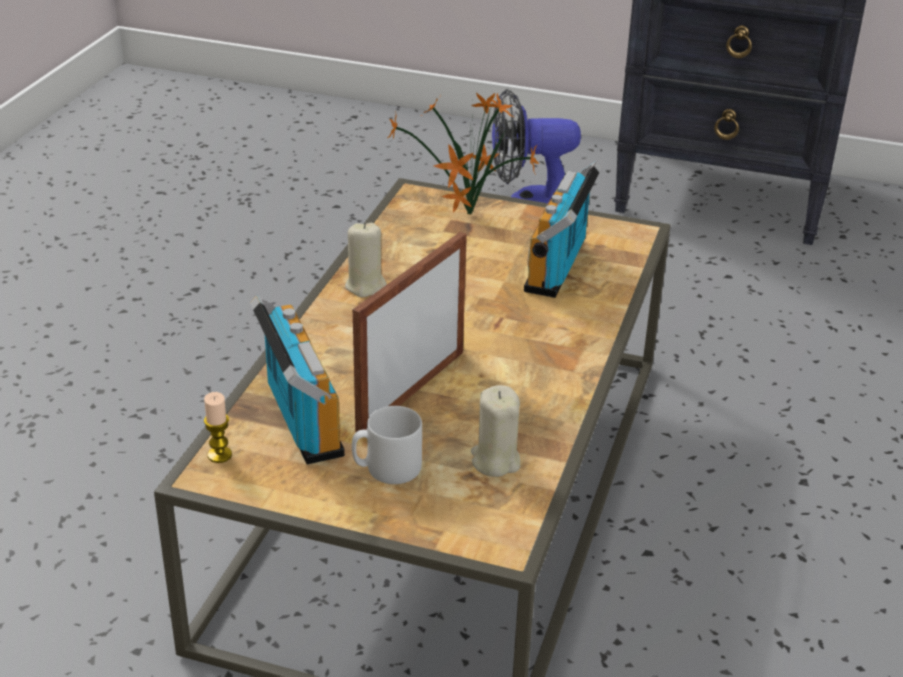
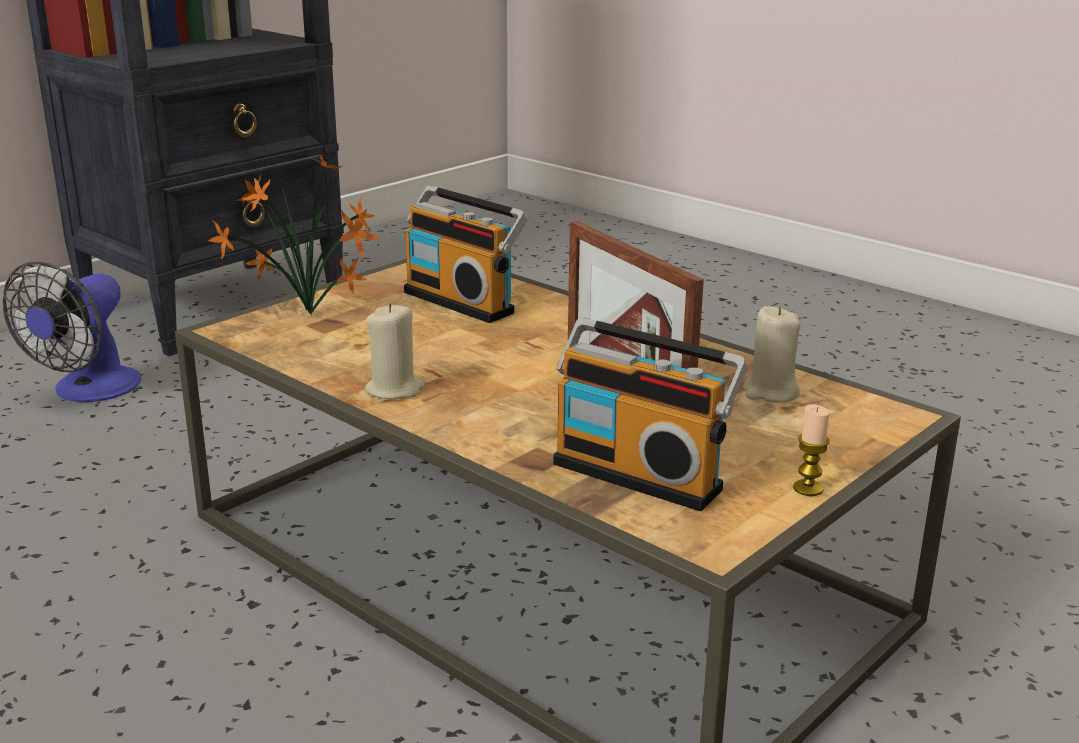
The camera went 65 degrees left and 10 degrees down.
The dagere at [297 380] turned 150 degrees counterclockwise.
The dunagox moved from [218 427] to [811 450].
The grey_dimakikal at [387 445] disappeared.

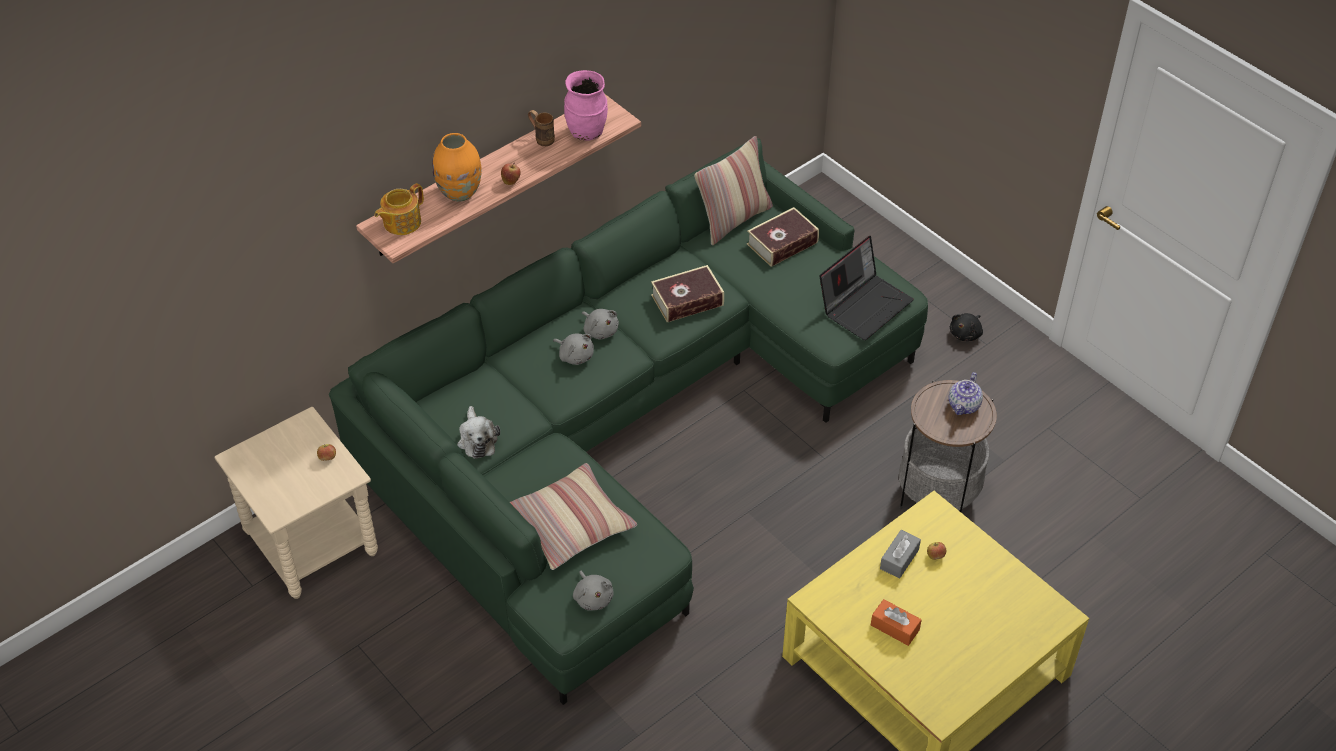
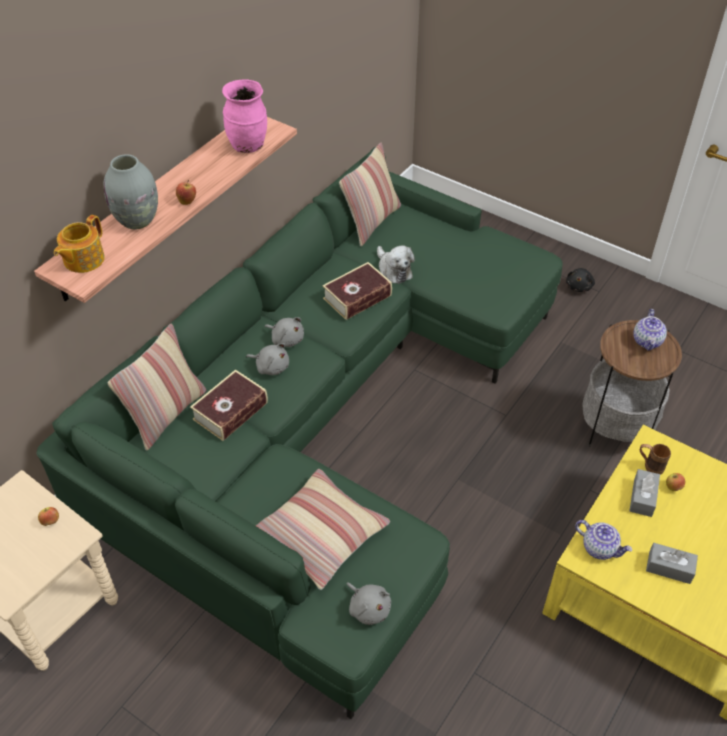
The camera went 15 degrees left and 0 degrees up.
The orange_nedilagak at [457 167] became the grey_nedilagak at [130 191].
The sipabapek at [157 387] appeared.
The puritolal moved from [783 237] to [229 405].
The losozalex moved from [478 432] to [396 264].
The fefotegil at [603 540] appeared.
The brown_dimakikal moved from [541 128] to [655 459].
The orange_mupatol at [896 622] became the grey_mupatol at [672 563].
The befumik at [866 288] disappeared.

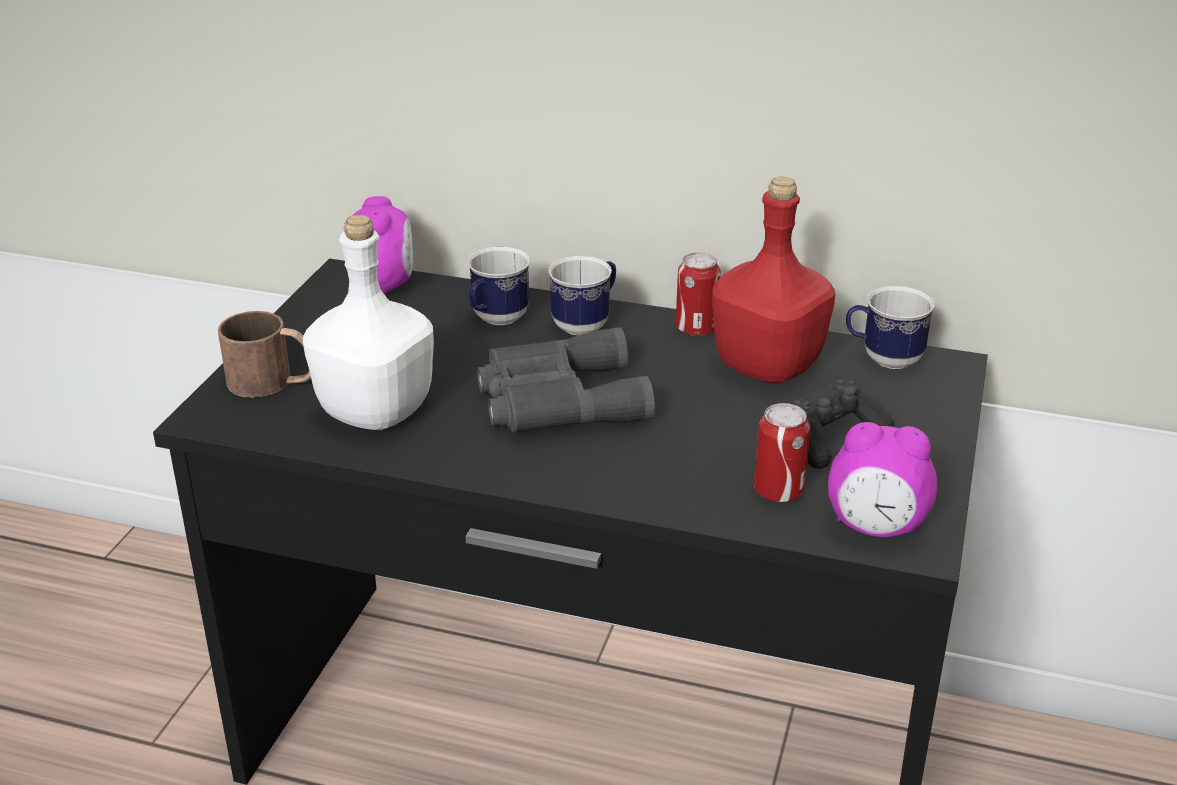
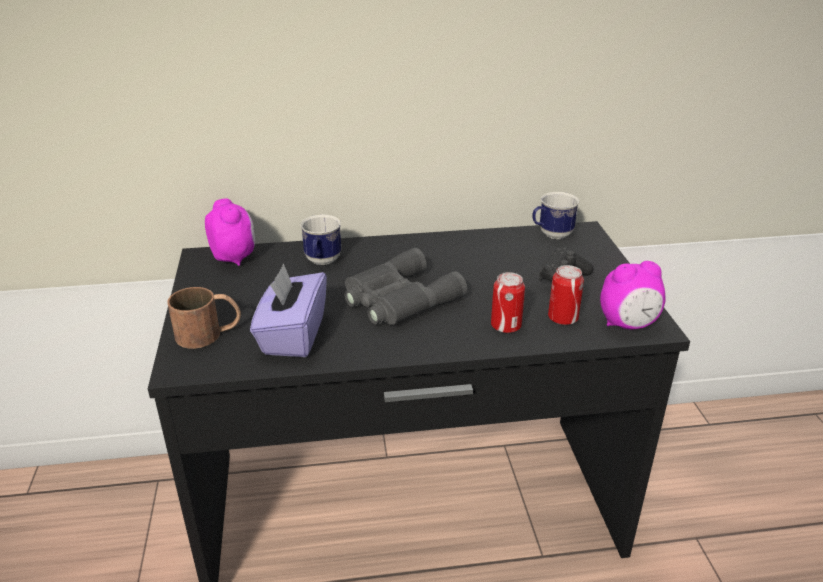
The camera went 25 degrees left and 0 degrees up.
The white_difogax at [368 322] was replaced by the purple_mupatol at [288 310].
The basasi moved from [698 294] to [508 302].
The dimakikal at [582 295] disappeared.
The red_difogax at [773 280] disappeared.

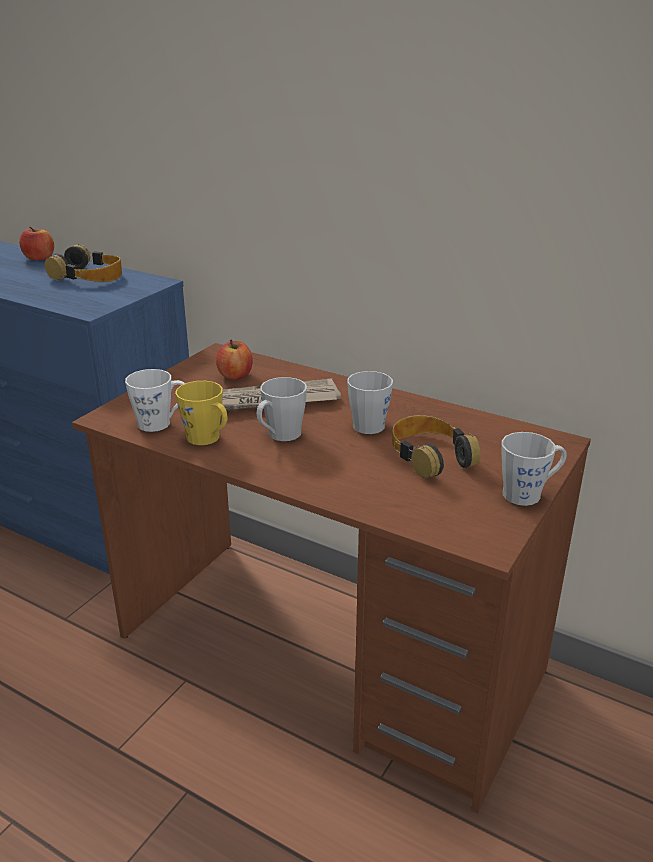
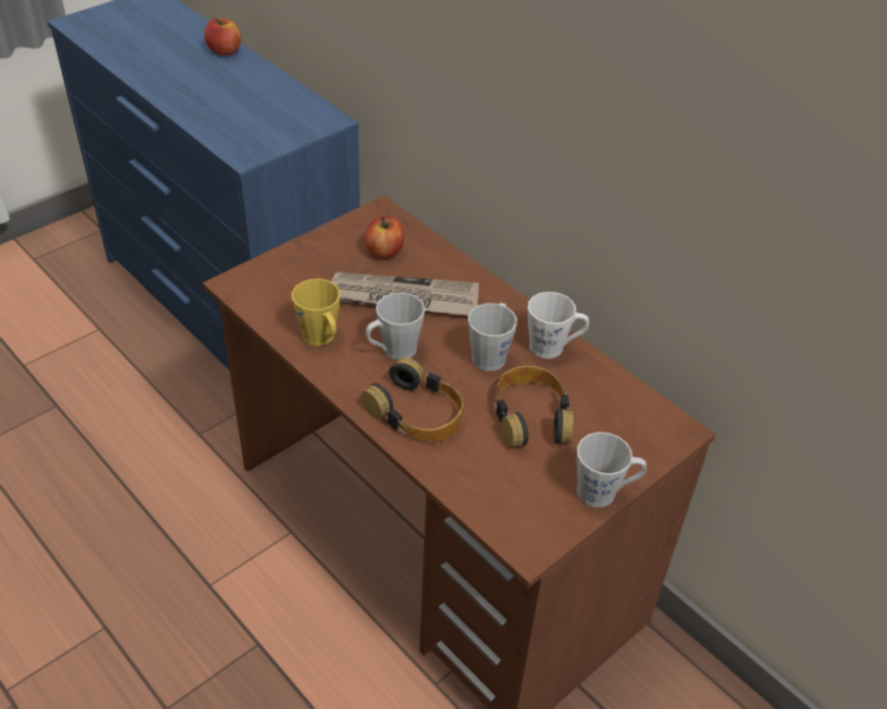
The camera went 15 degrees right and 15 degrees up.
The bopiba moved from [83 263] to [412 399].
The white_dimakikal moved from [155 400] to [558 325].

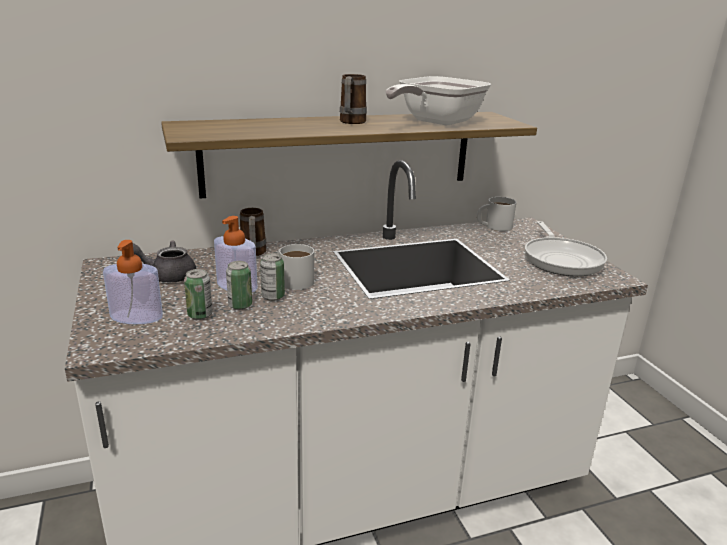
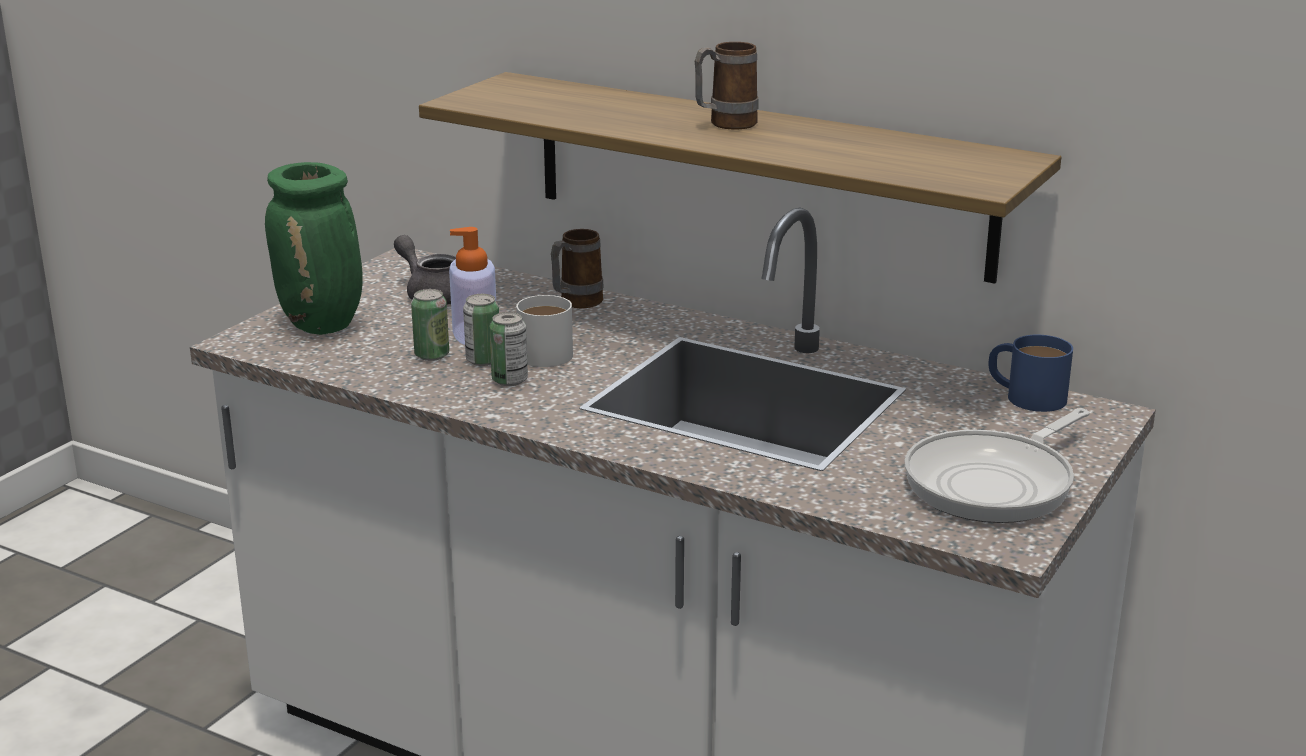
The camera went 50 degrees right and 0 degrees up.
The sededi at [133 282] was replaced by the green_nedilagak at [314 248].
The basasi moved from [198 294] to [508 349].
The white_dimakikal at [496 214] became the blue_dimakikal at [1031 373].
The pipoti at [438 100] disappeared.

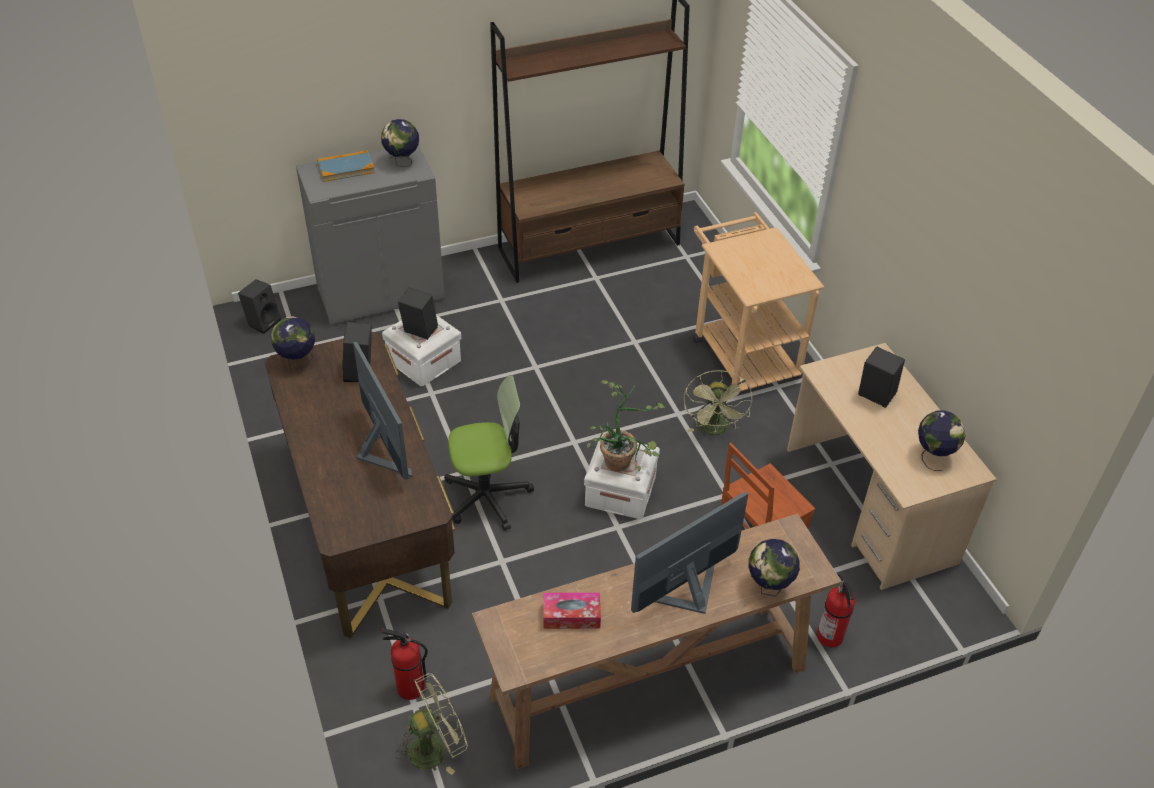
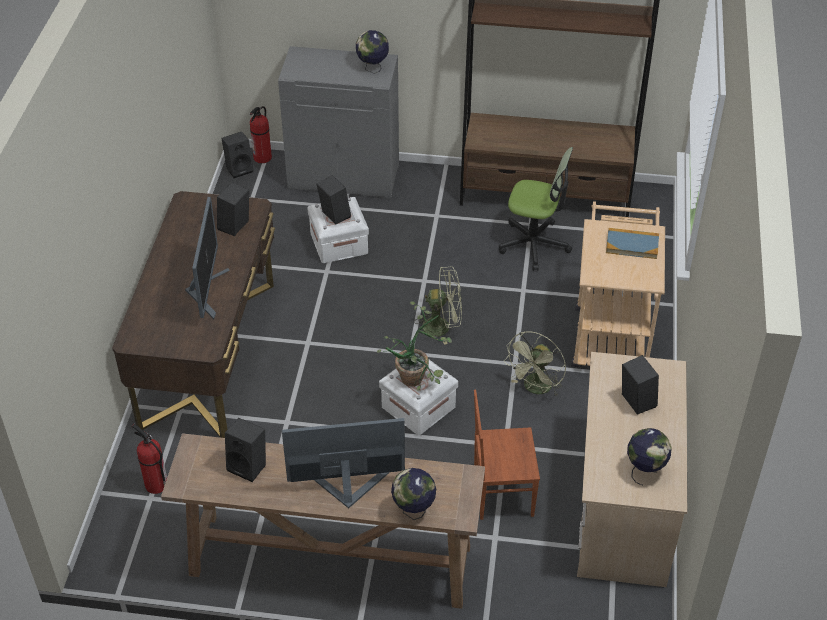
The camera went 30 degrees right and 0 degrees up.
The mupatol at [572 610] was replaced by the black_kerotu at [245 450].
The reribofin moved from [836 610] to [261 134].
The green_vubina moved from [431 724] to [438 306].
The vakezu moved from [489 453] to [536 209].
The puritolal moved from [346 166] to [632 243].
The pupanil at [293 342] disappeared.

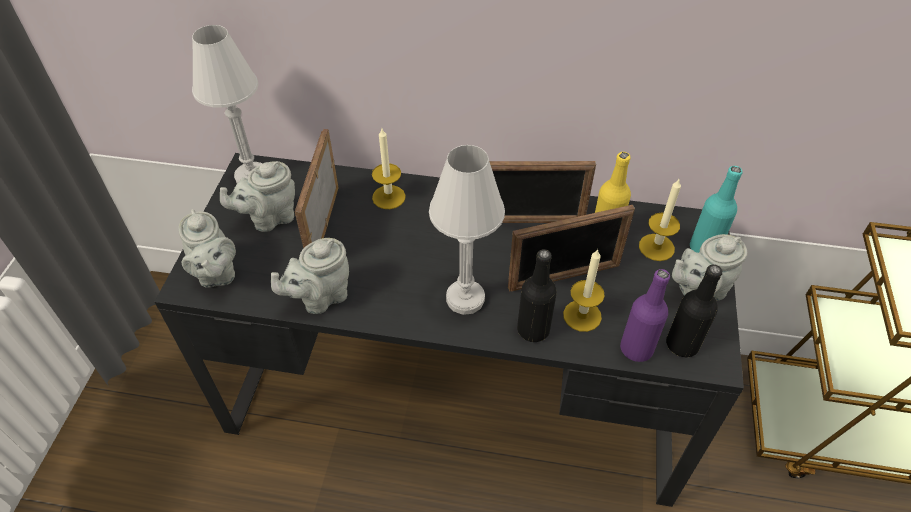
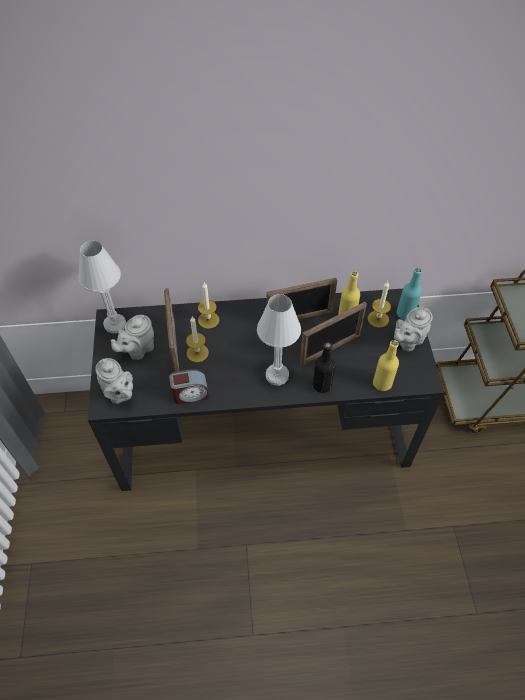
The camera went 15 degrees left and 5 degrees up.
The grey_fefotegil at [310 276] was replaced by the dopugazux at [189 386].
The dunagox moved from [584 290] to [197 339].
The purple_difogax at [645 315] became the yellow_difogax at [386 365].
The black_difogax at [694 311] disappeared.

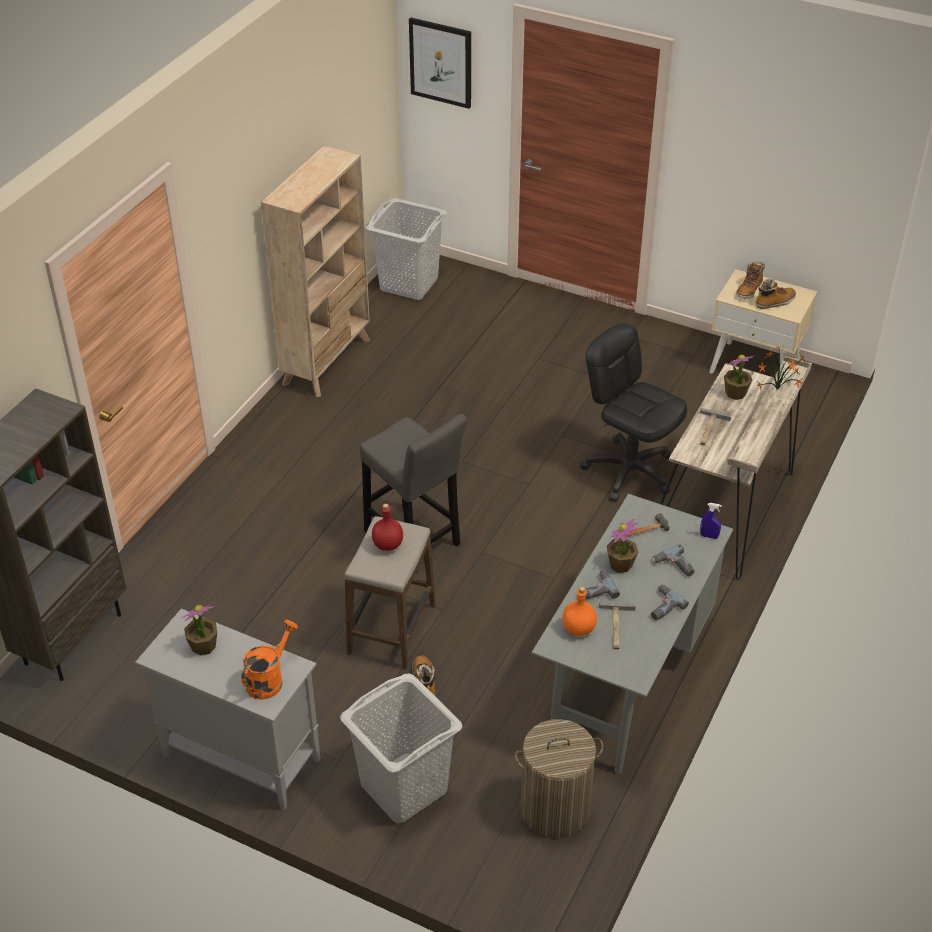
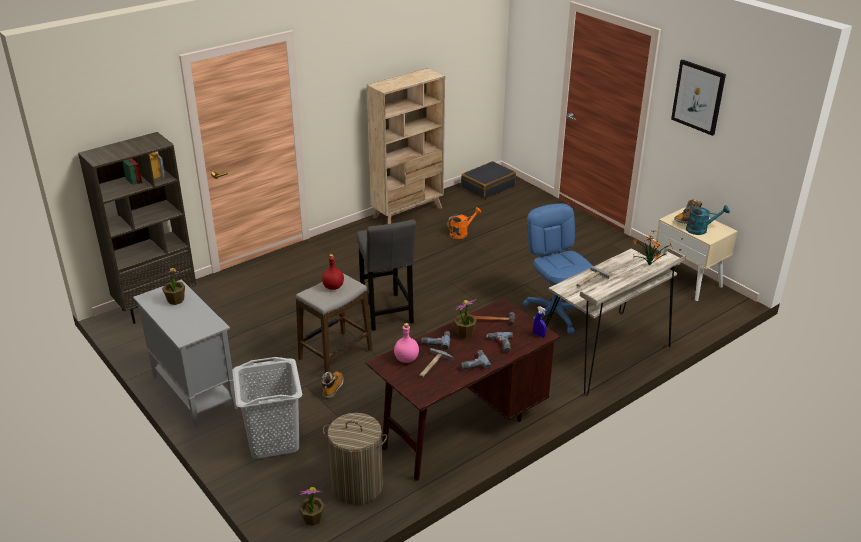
The camera went 25 degrees right and 10 degrees down.
The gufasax moved from [739 377] to [311 506].
The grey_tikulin at [632 634] became the brown_tikulin at [462 389].
The orange_difogax at [579 611] became the pink_difogax at [406 343].
The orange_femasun moved from [269 660] to [464 223].
The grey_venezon at [407 249] was replaced by the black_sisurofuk at [488 180].
The black_vakezu at [633 412] became the blue_vakezu at [558 268].
The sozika moved from [440 63] to [698 98].
The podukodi at [776 293] was replaced by the turquoise_femasun at [706 220].

